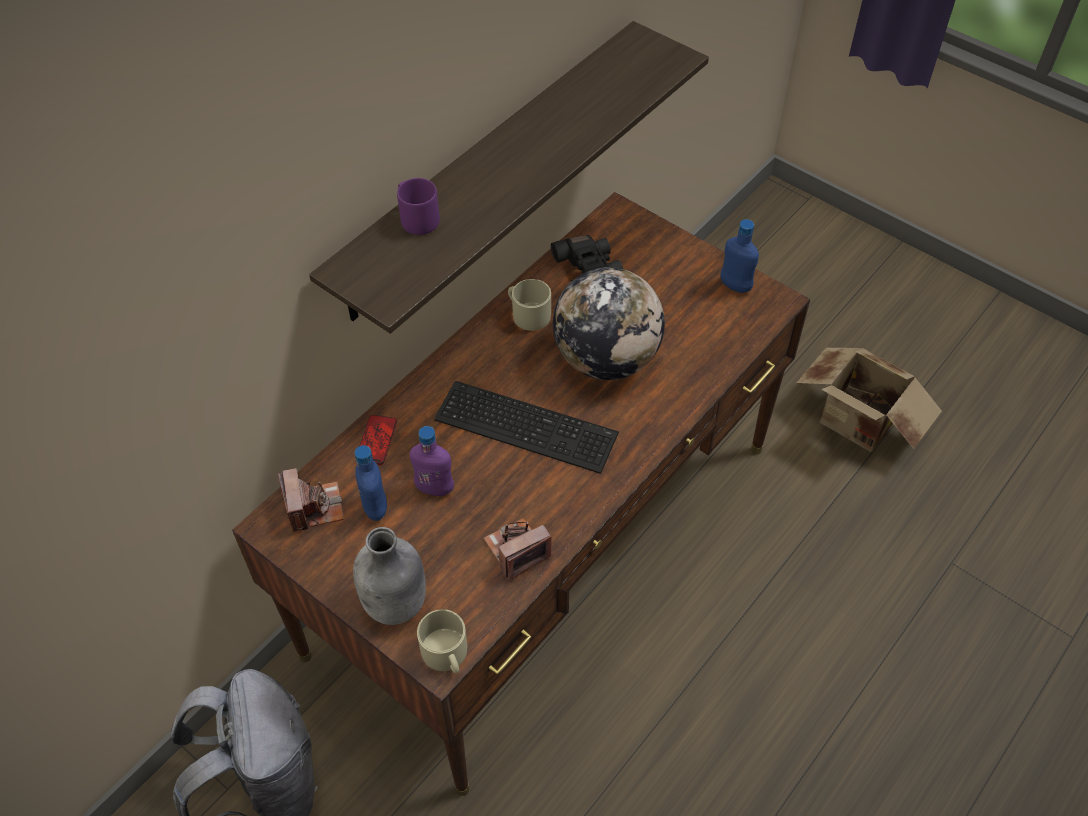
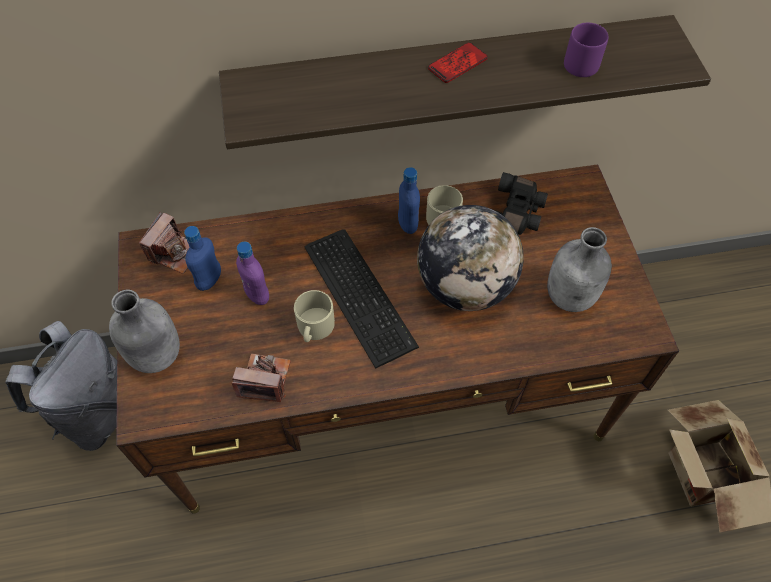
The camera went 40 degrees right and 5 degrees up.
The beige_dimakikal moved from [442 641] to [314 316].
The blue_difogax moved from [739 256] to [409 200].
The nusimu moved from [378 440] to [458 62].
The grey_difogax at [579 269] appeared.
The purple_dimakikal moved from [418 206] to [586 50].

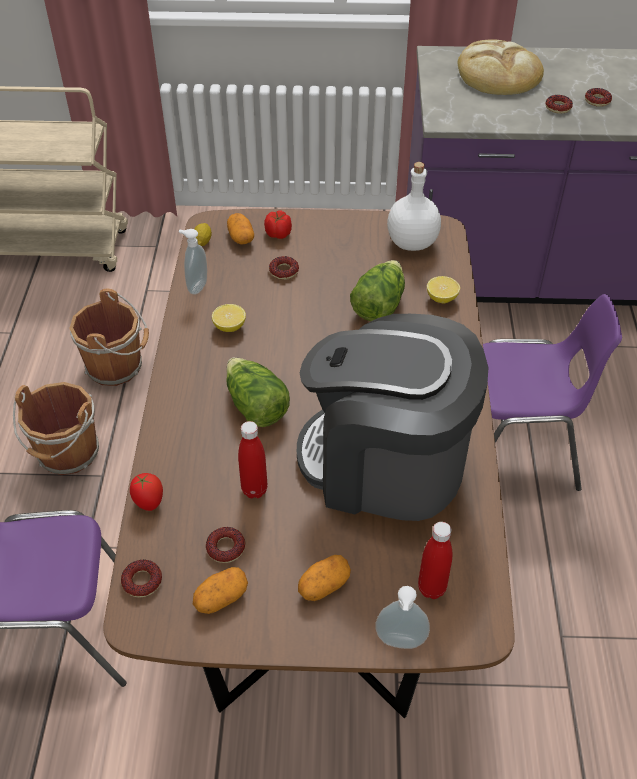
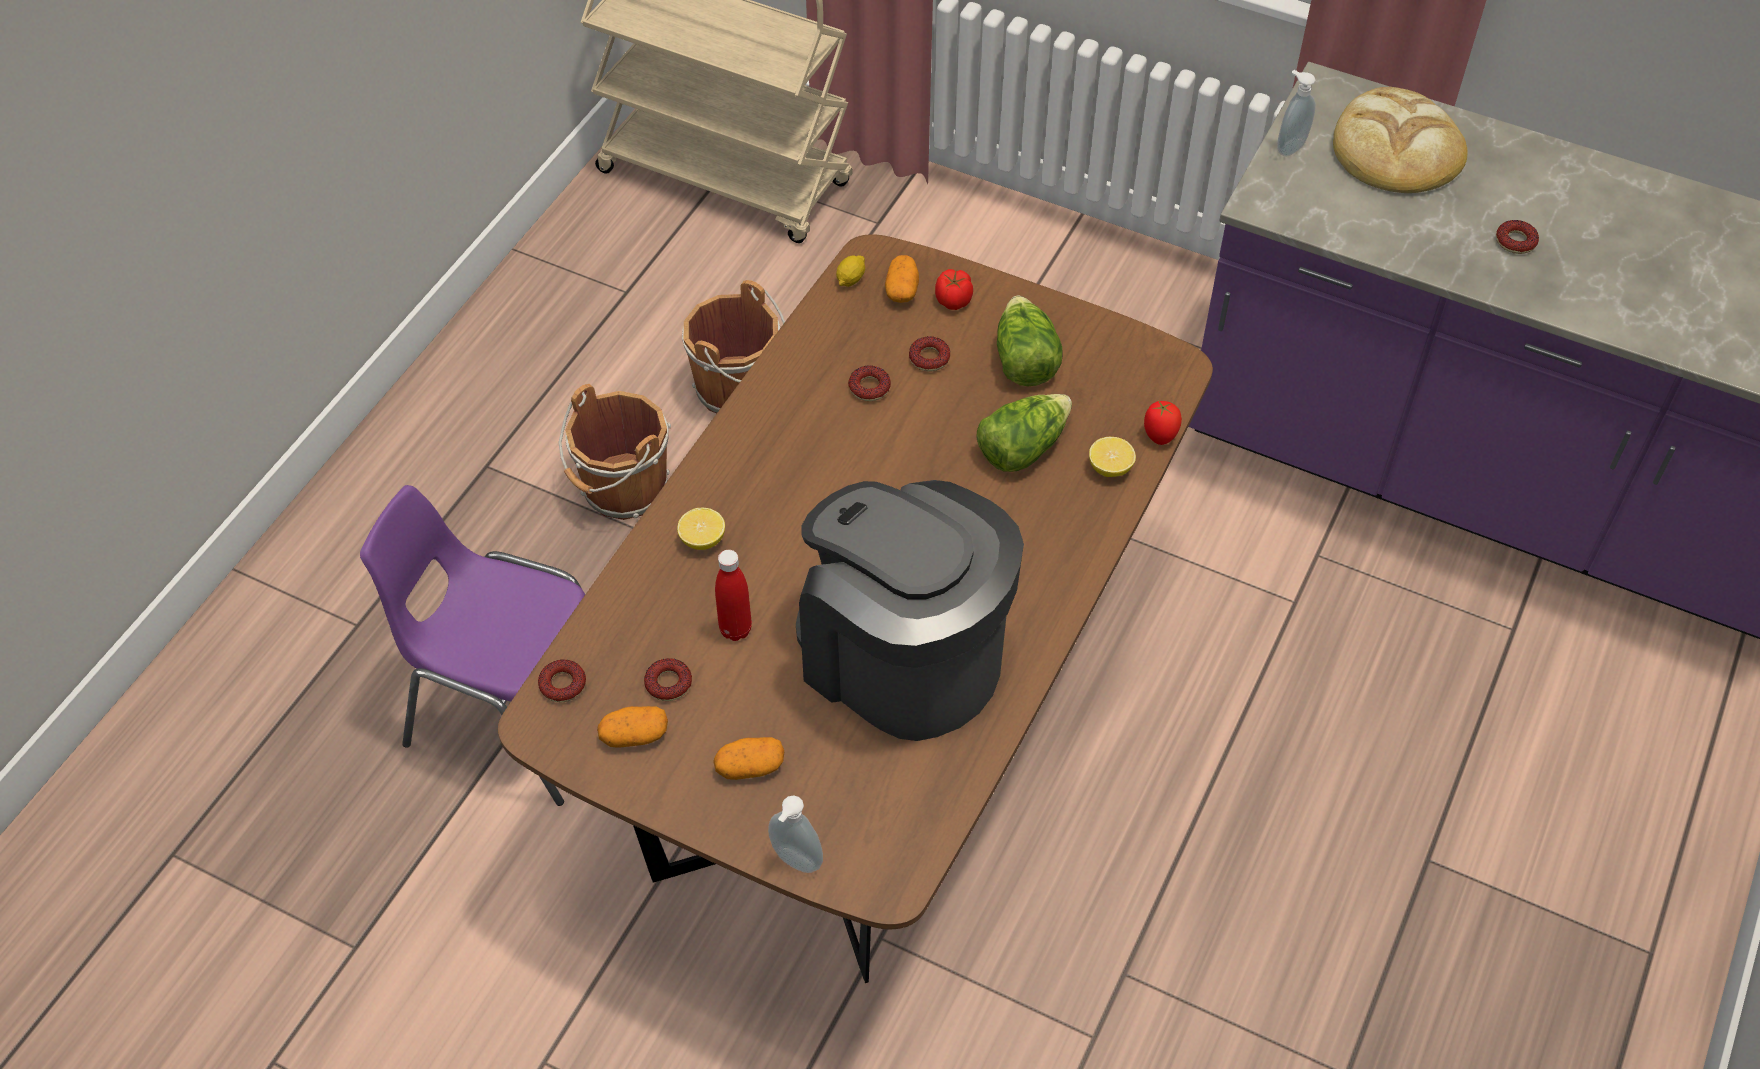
The camera went 25 degrees right and 5 degrees up.
The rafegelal moved from [229 318] to [701 529].
The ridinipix moved from [559 104] to [869 383].
The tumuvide moved from [258 392] to [1030 340].
The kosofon moved from [146 492] to [1163 422].
The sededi moved from [193 262] to [1296 113].
The white_difogax at [414 206] disappeared.
The red_difogax at [435 560] disappeared.
The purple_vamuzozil at [552 392] disappeared.

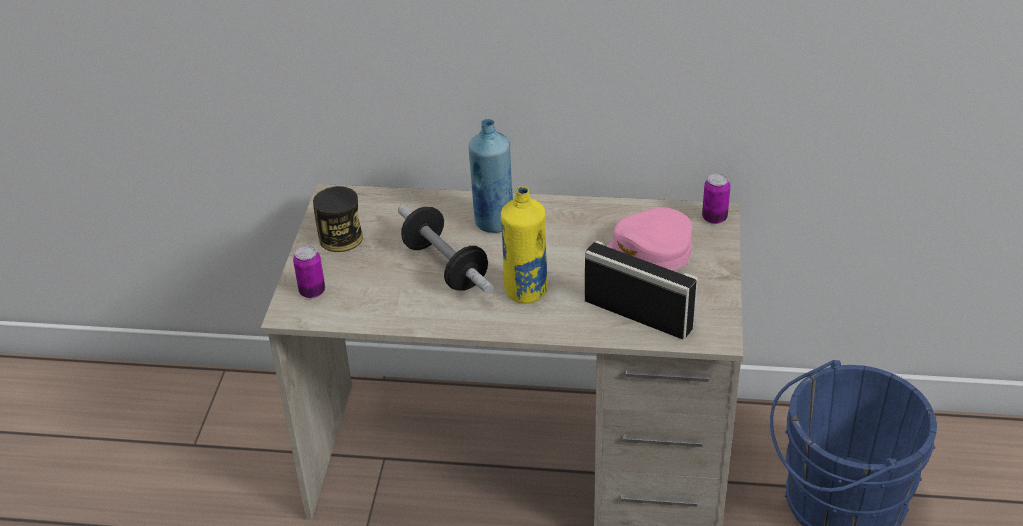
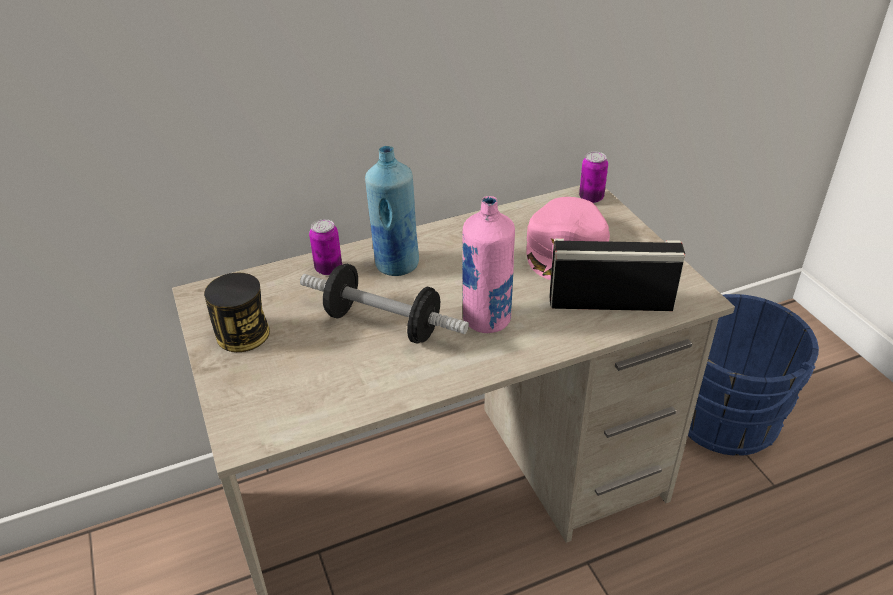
The camera went 30 degrees left and 0 degrees up.
The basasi moved from [309 272] to [325 247].
The yellow_difogax at [524 245] became the pink_difogax at [488 264].

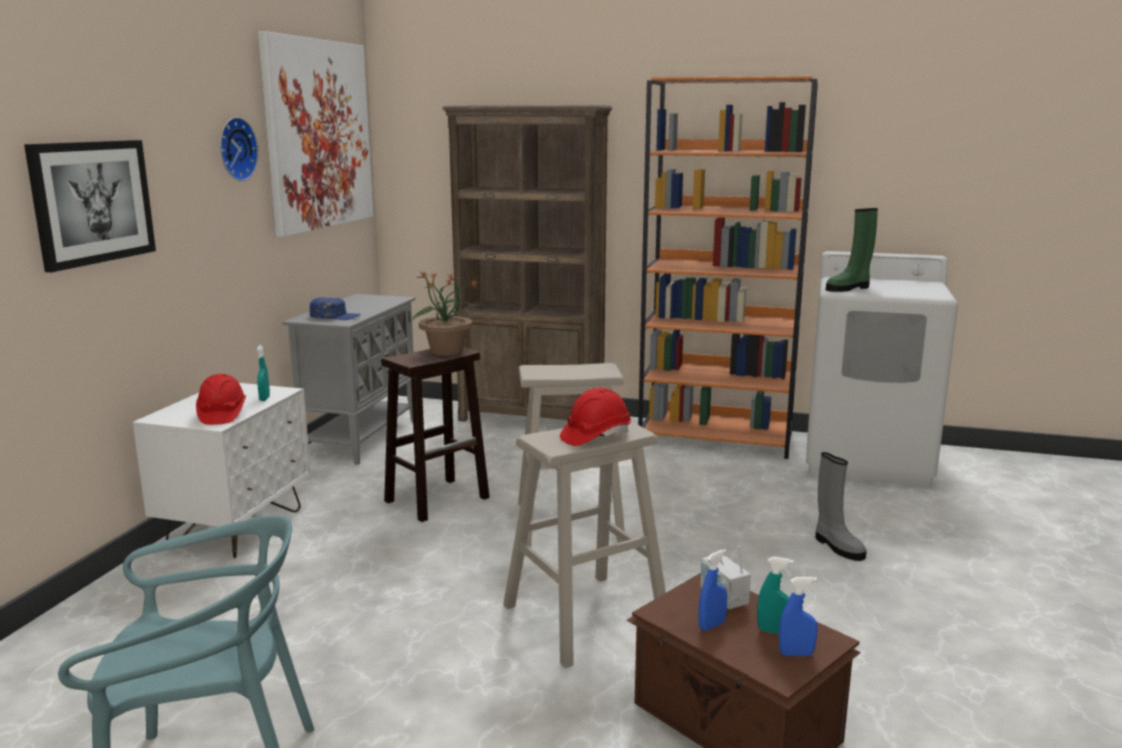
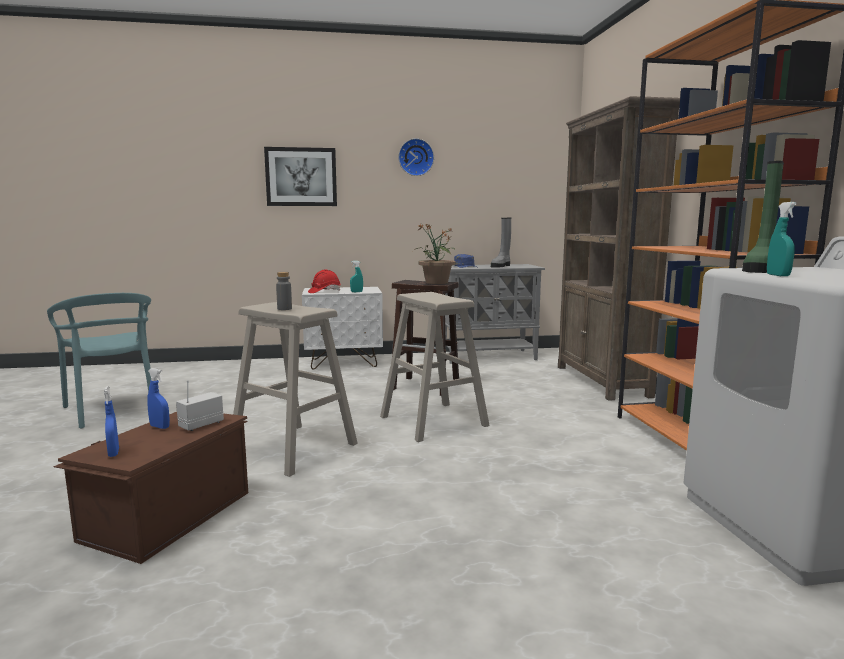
The camera went 65 degrees right and 5 degrees down.
The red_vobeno at [595 416] was replaced by the grey_difogax at [284 291].
The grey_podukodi moved from [841 506] to [501 243].
The green_podukodi at [852 250] turned 90 degrees counterclockwise.
The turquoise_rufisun moved from [775 595] to [782 239].
The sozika at [315 134] disappeared.

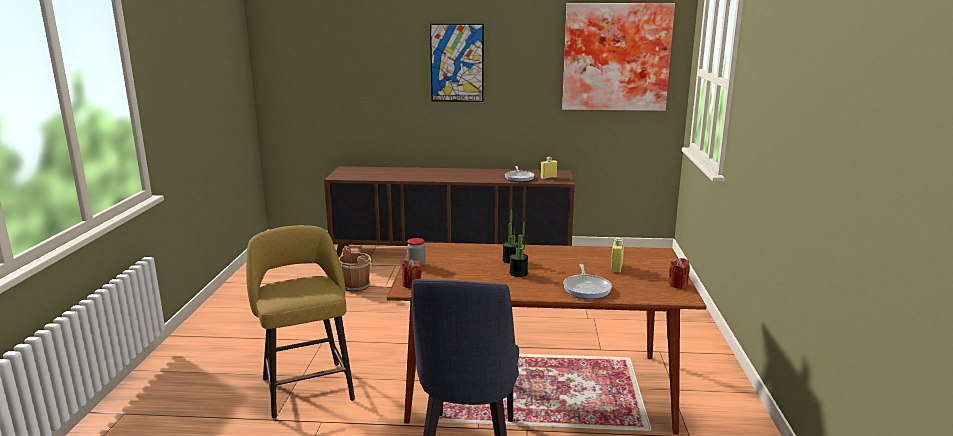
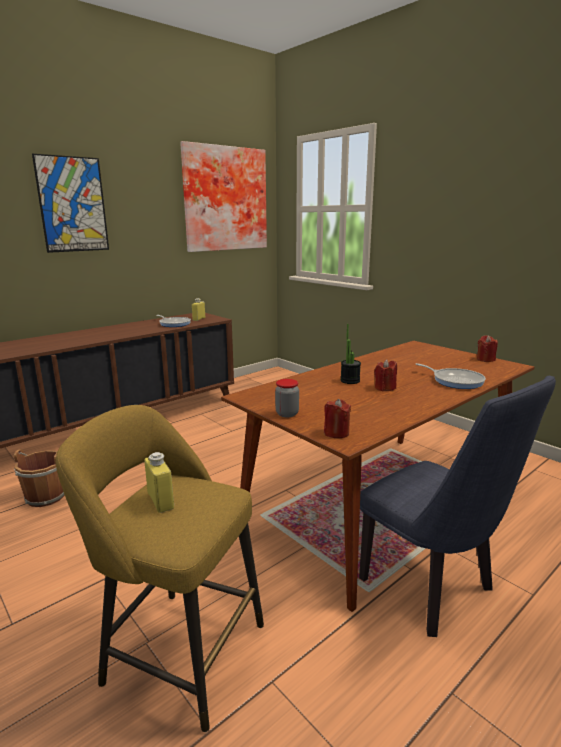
The camera went 45 degrees left and 0 degrees up.
The yellow_difogax moved from [617 255] to [159 482].
The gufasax at [518 249] was replaced by the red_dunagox at [385 375].

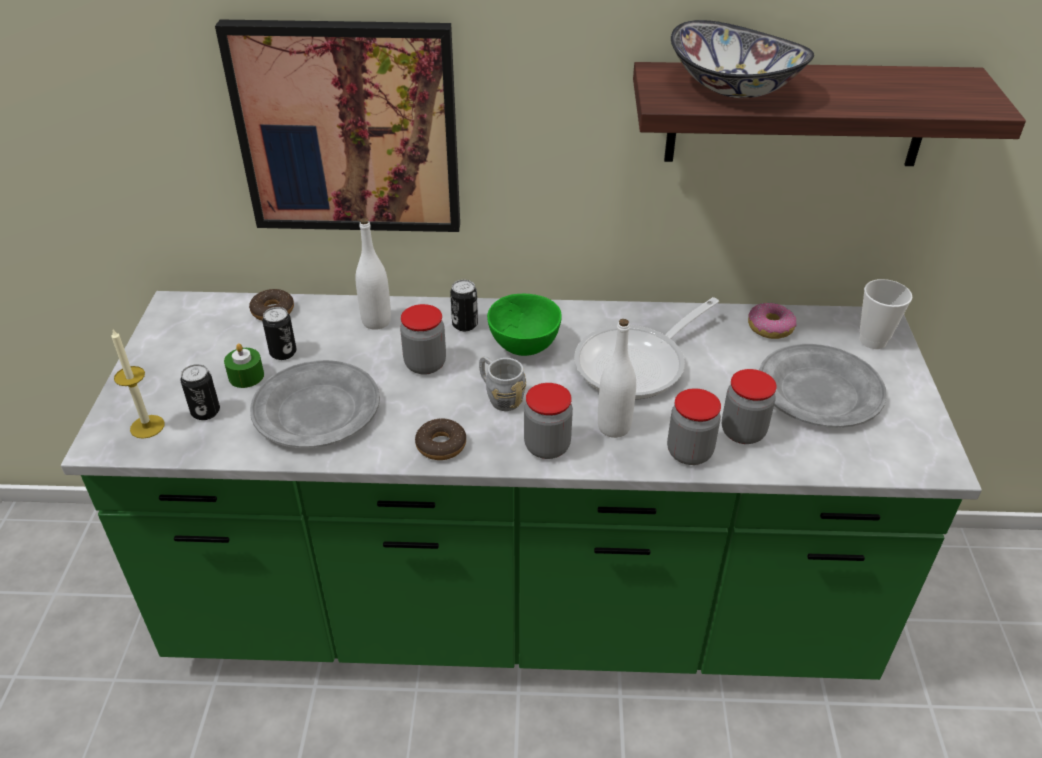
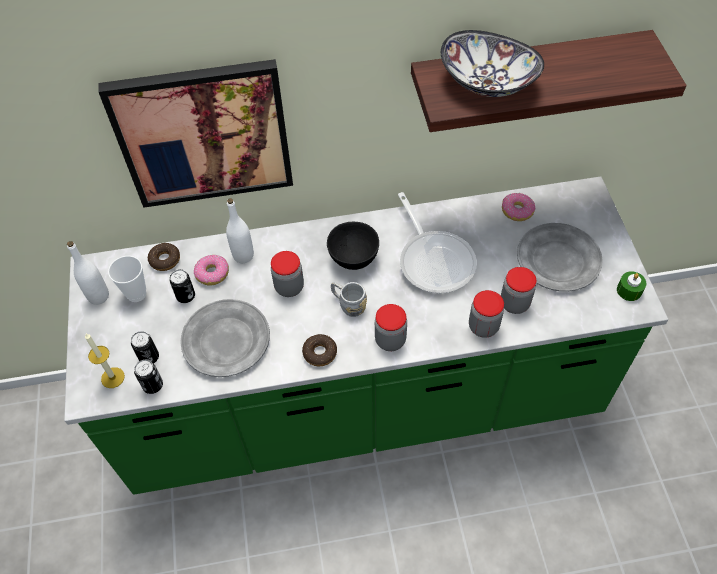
The camera went 10 degrees left and 15 degrees up.
The white_difogax moved from [617 378] to [88 273].
The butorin moved from [886 314] to [127 279].
The basasi moved from [464 305] to [148 377].
The ridinipix at [211 270] appeared.
The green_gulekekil at [524 325] became the black_gulekekil at [353 246].
The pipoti at [646 348] turned 60 degrees counterclockwise.
The green_dunagox moved from [244 365] to [631 286].

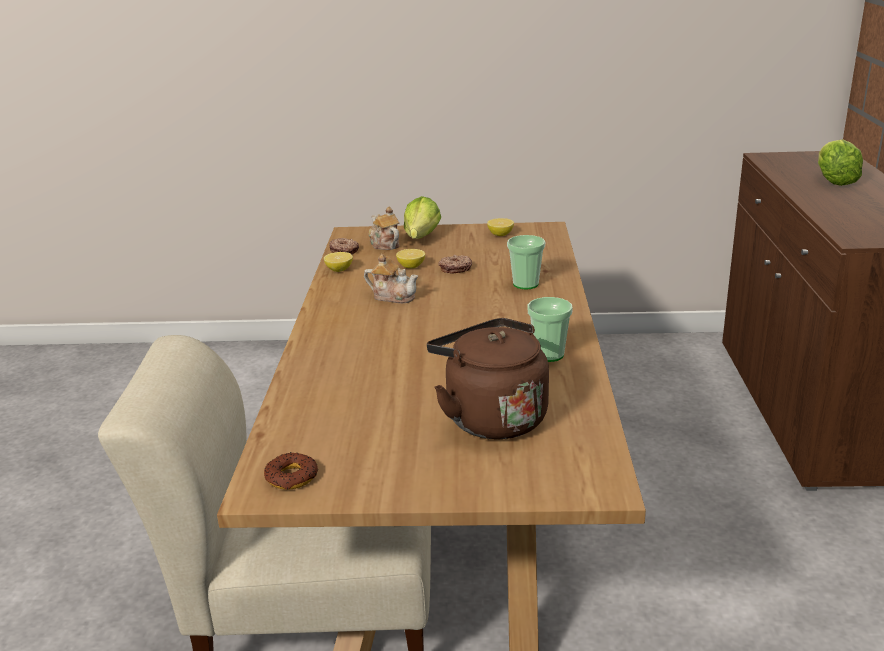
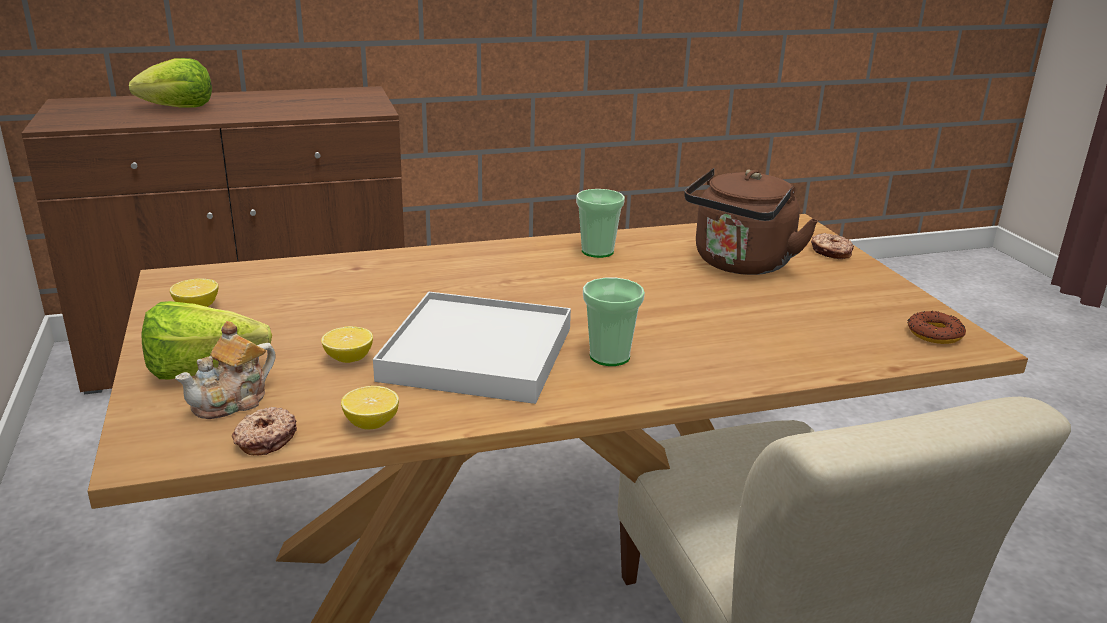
The camera went 110 degrees left and 0 degrees up.
The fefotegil at [391 278] was replaced by the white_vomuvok at [472 348].
The butorin moved from [526 262] to [614 322].
The ridinipix moved from [455 264] to [832 246].

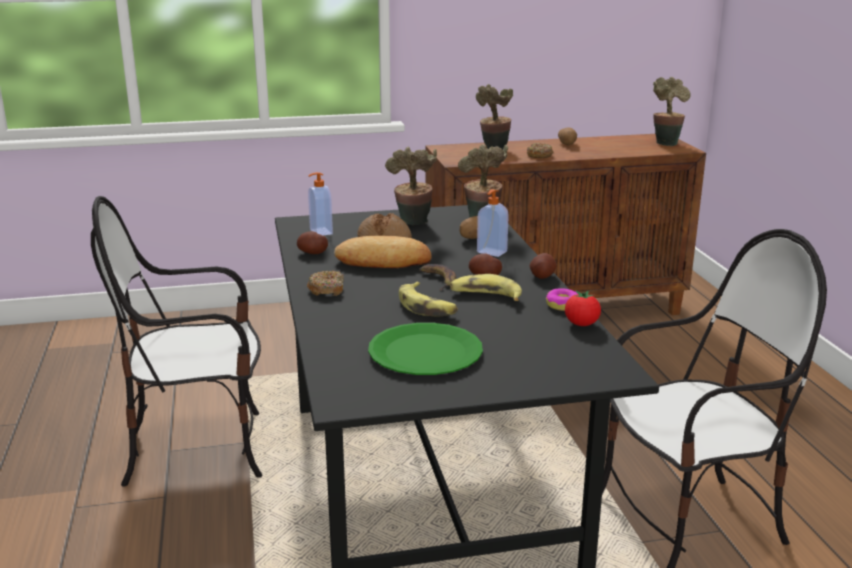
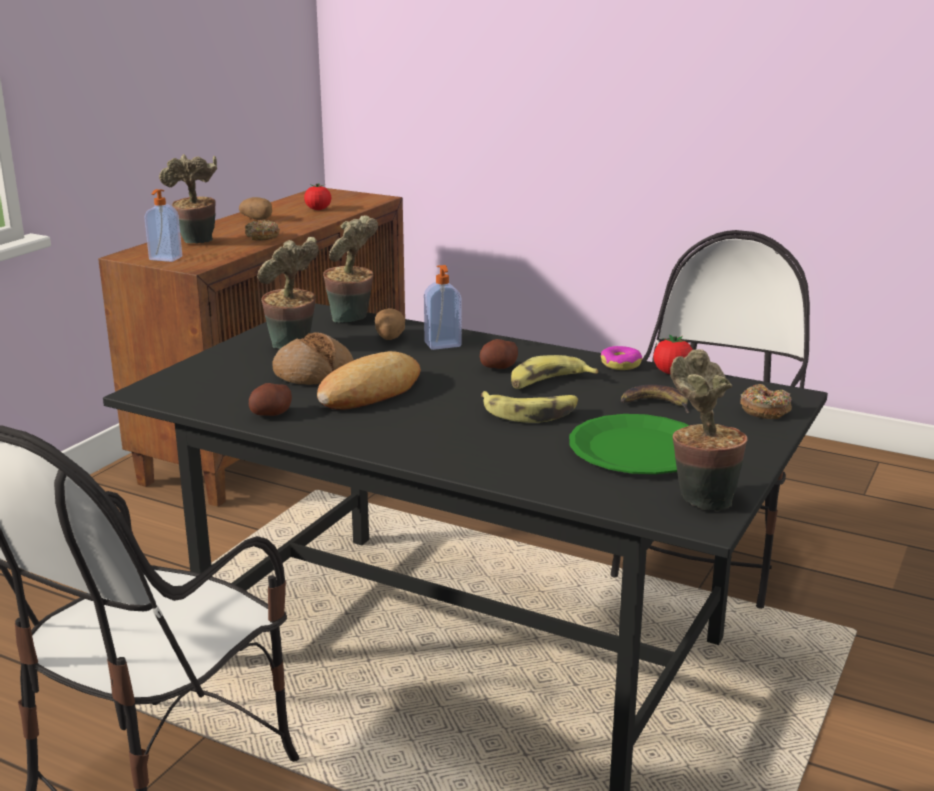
The camera went 50 degrees left and 0 degrees up.
The sededi moved from [320 204] to [163 225].
The kosofon at [317 197] appeared.
The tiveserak moved from [437 277] to [655 399].
The gufasax moved from [672 111] to [709 430].
The ridinipix moved from [325 283] to [766 401].
The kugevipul at [543 266] disappeared.

